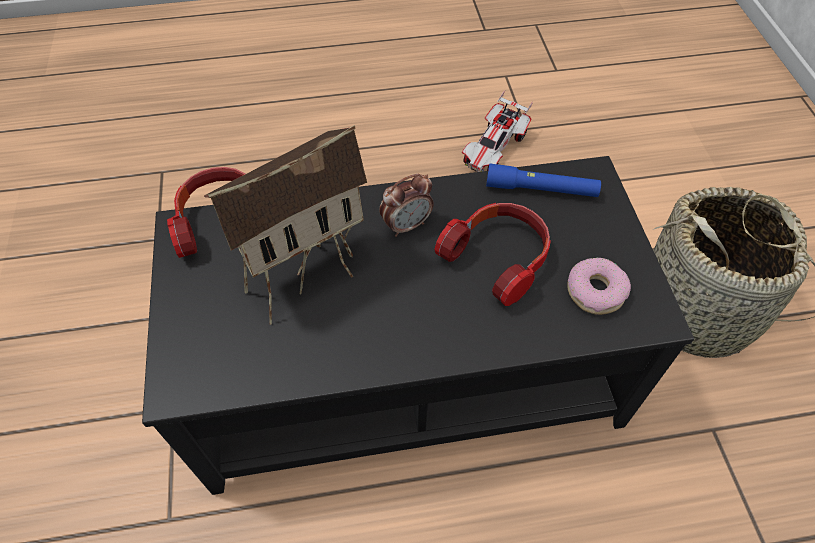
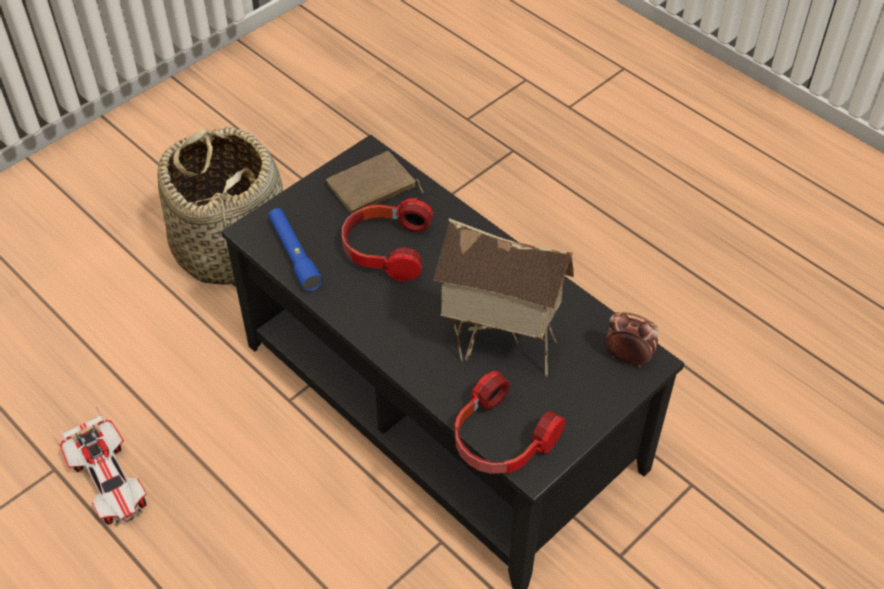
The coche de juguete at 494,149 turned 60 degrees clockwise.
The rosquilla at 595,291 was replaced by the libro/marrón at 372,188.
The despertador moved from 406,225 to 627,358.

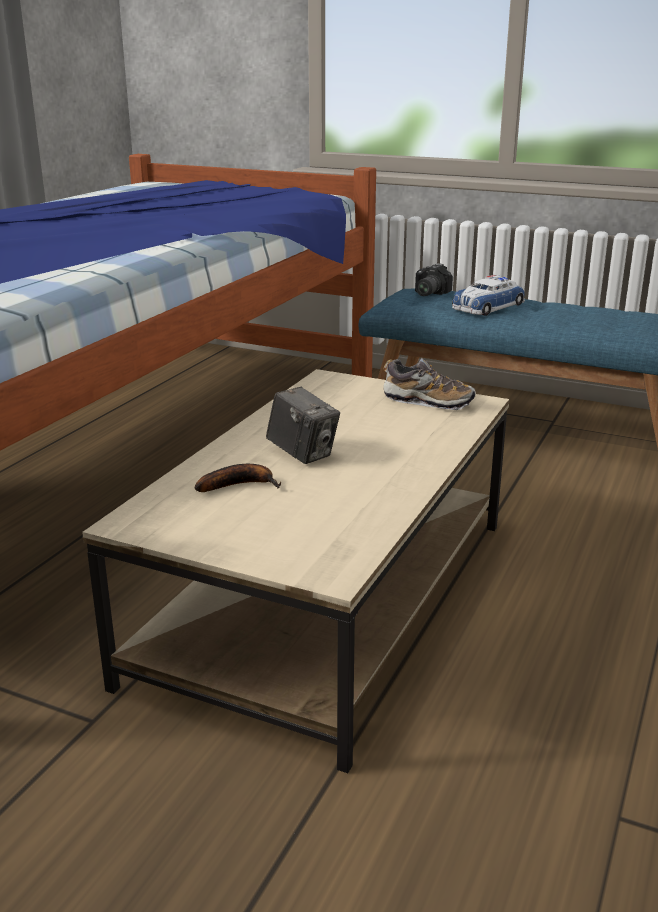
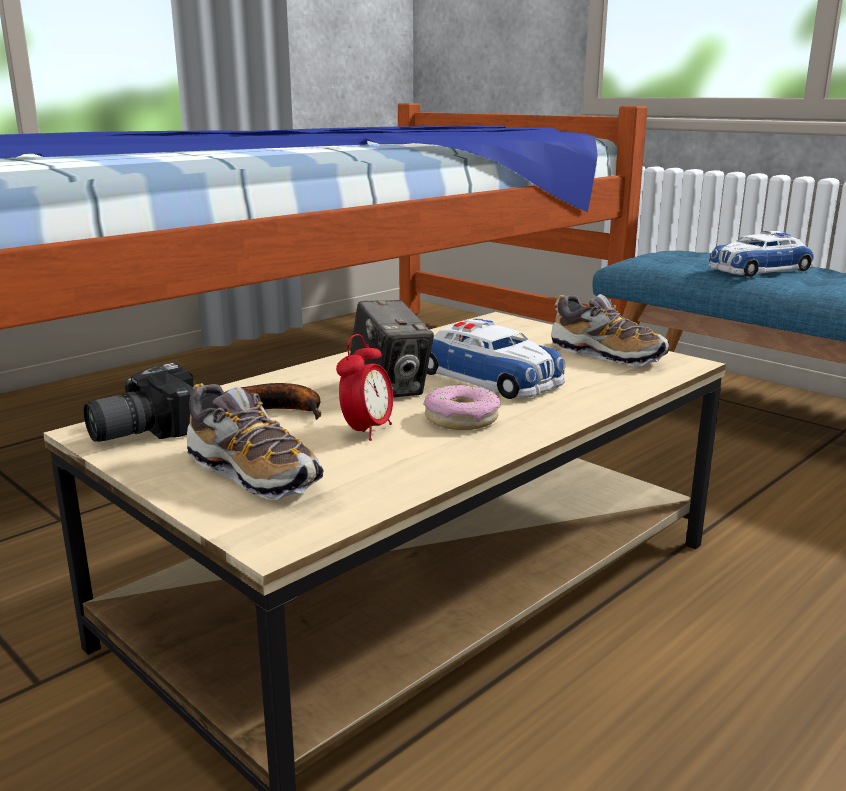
The cámara moved from 427,293 to 140,431.
The zapato at 253,474 appeared.
The despertador at 367,431 appeared.
The rosquilla at 461,419 appeared.
The coche de juguete at 489,377 appeared.

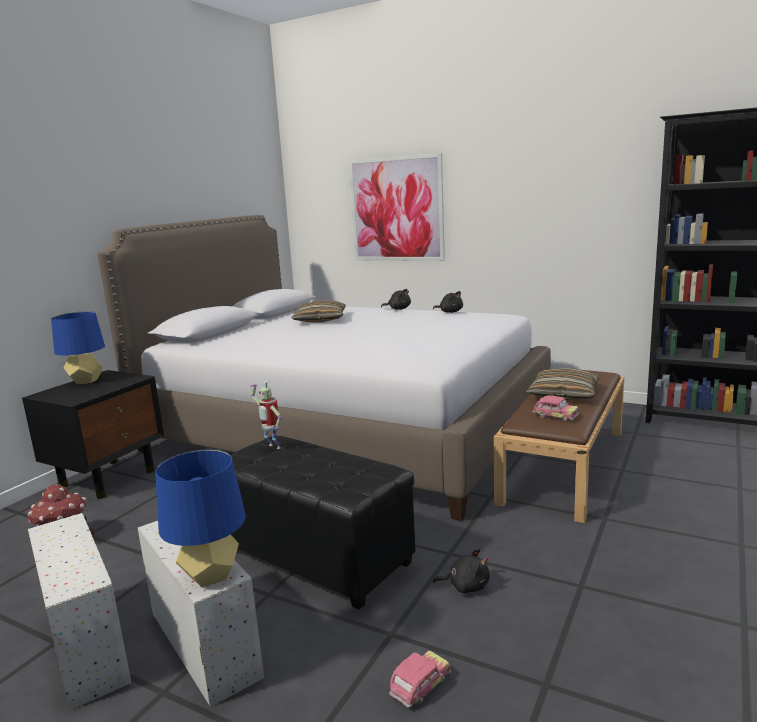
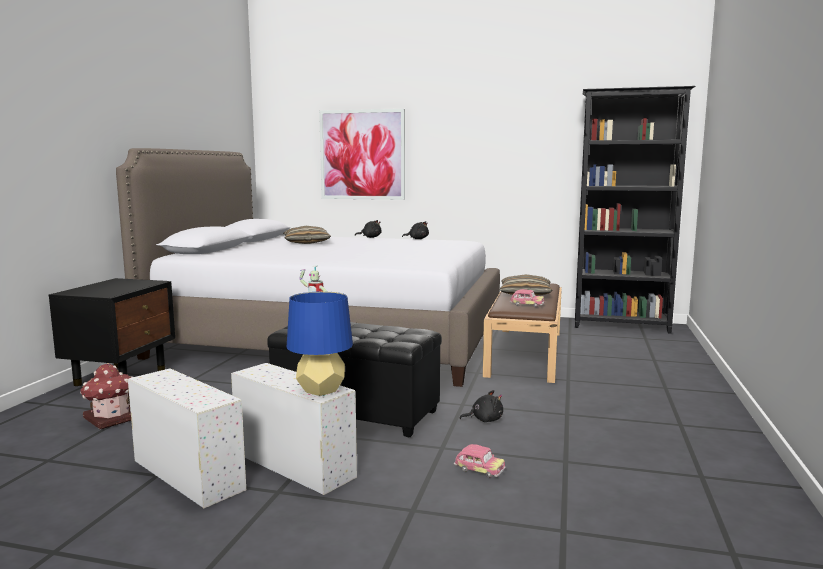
The coche de juguete at 420,686 turned 90 degrees clockwise.
The lámpara de mesa/azul at 86,381 disappeared.

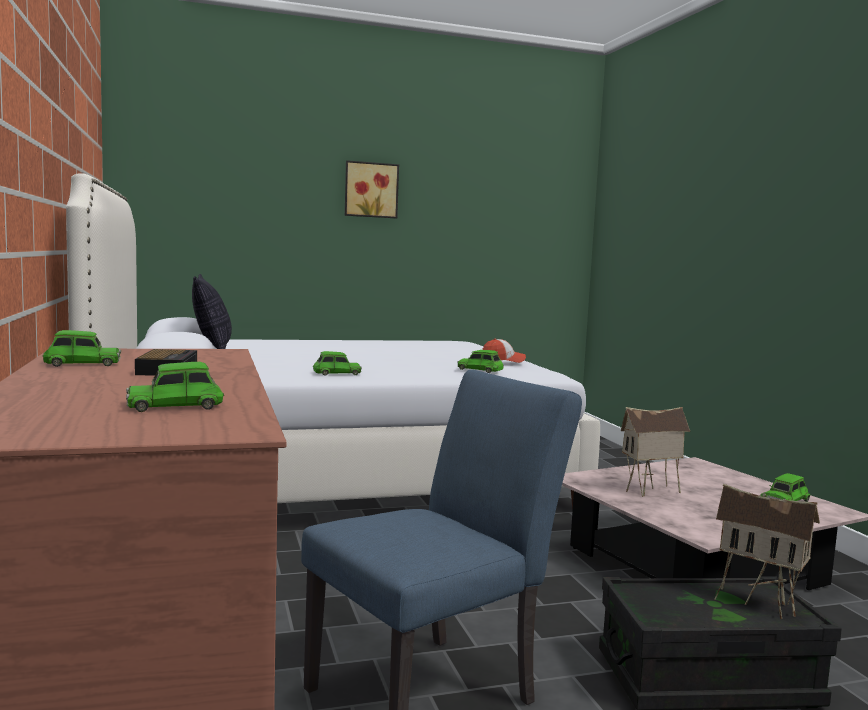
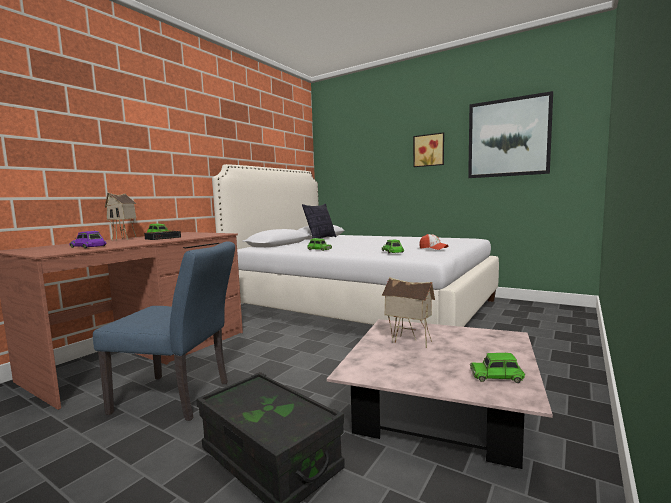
The coche de juguete/verde at 175,405 became the coche de juguete/morado at 88,246.
The casita moved from 758,603 to 125,239.
The cuadro at 508,138 appeared.

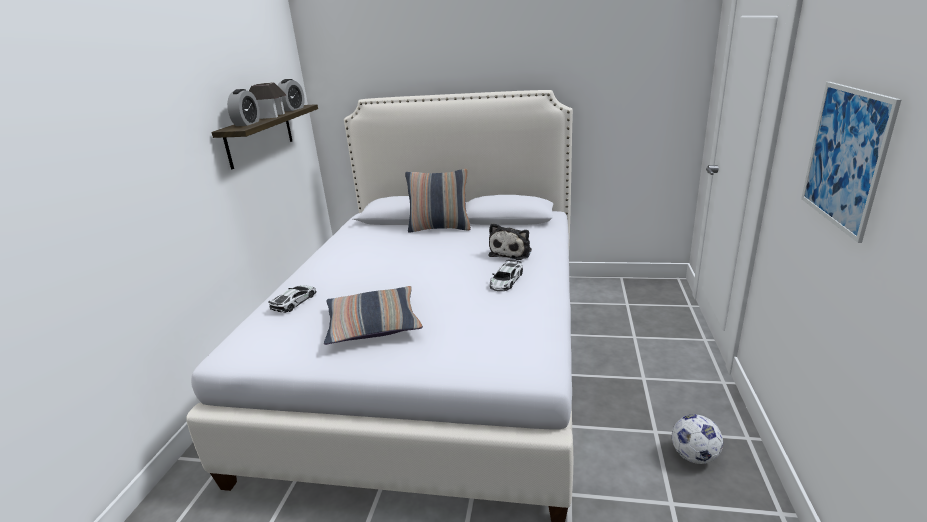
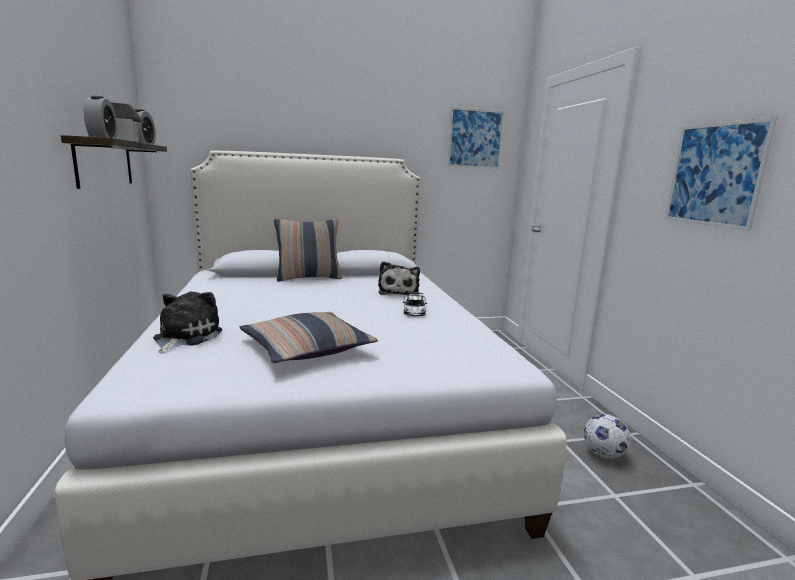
The coche de juguete at 294,301 was replaced by the peluche at 185,337.
The cuadro at 475,138 appeared.

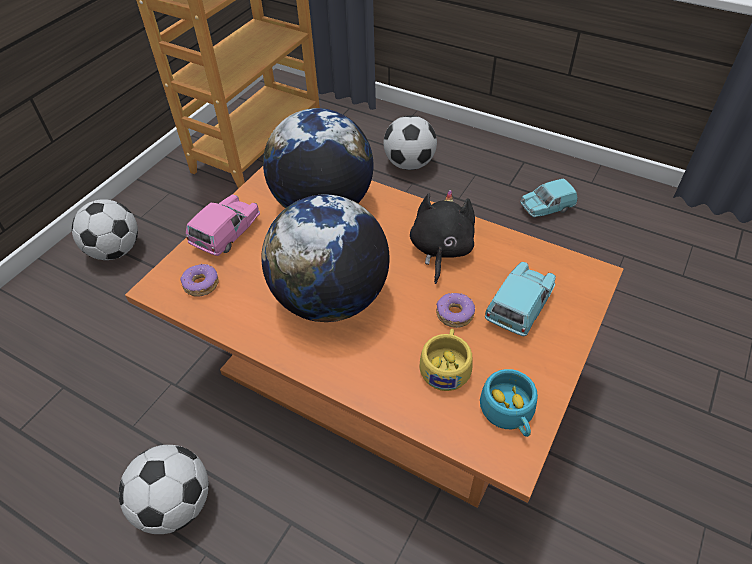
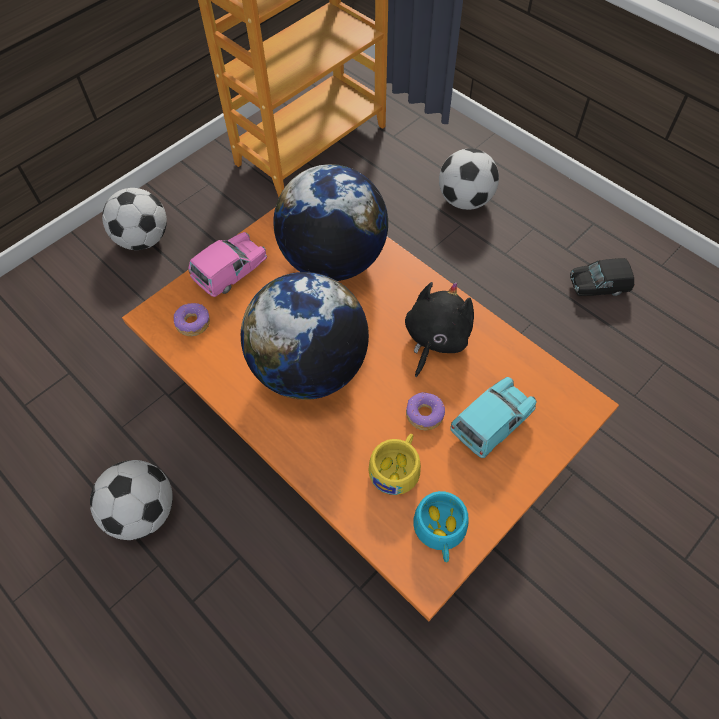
The coche de juguete/turquesa at 546,208 became the coche de juguete/negro at 598,286.

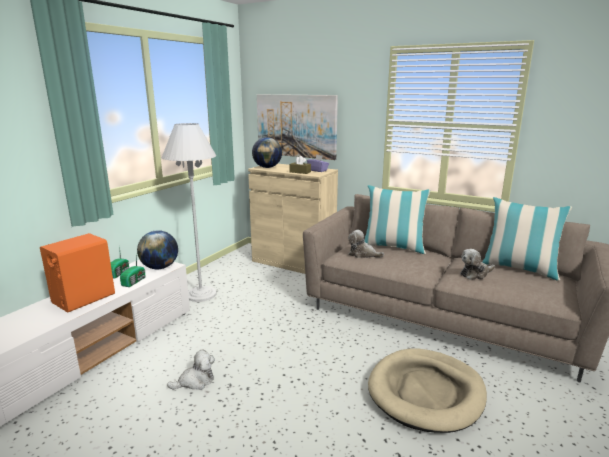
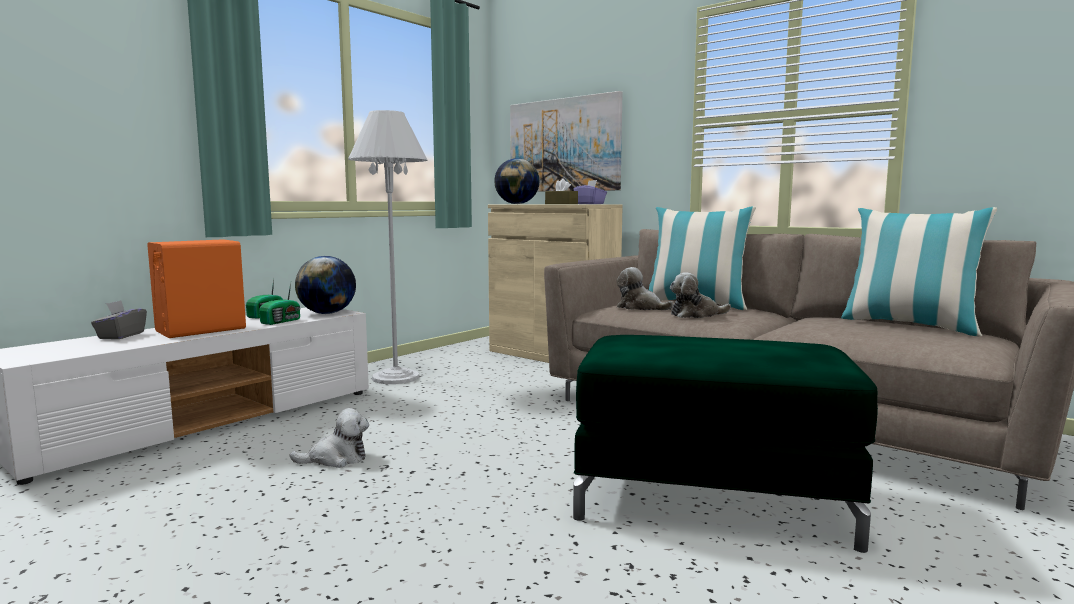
The caja de pañuelos/gris at 121,336 appeared.
The cama para perro/beis at 426,392 was replaced by the puf/verde at 713,499.
The peluche moved from 475,274 to 696,315.

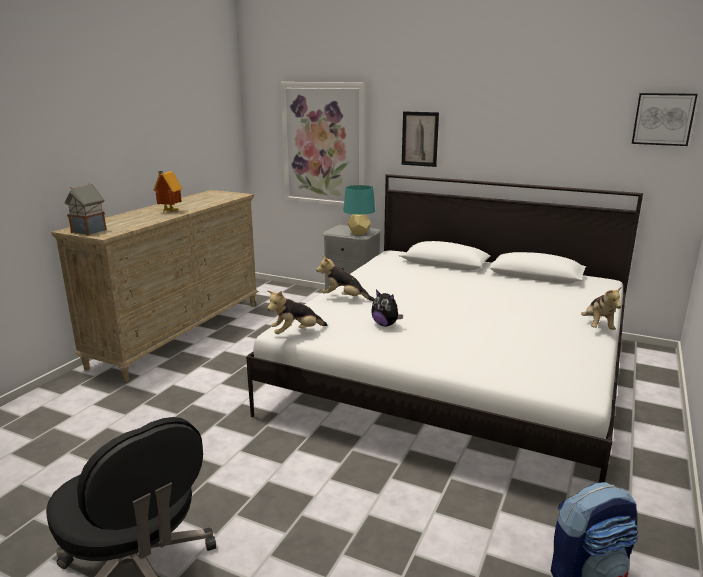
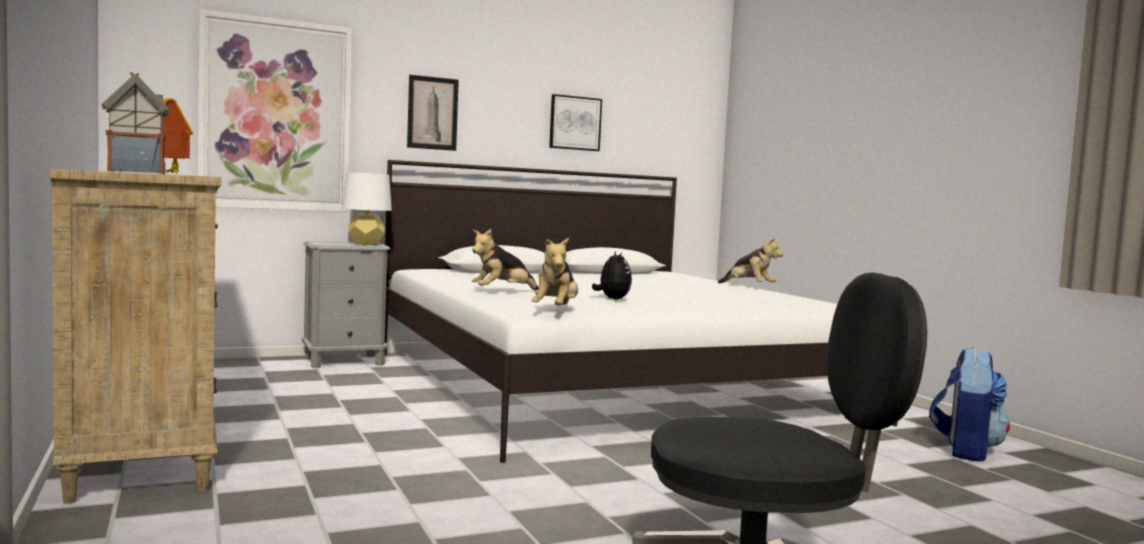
The lámpara de mesa/turquesa at 359,233 became the lámpara de mesa/blanco at 366,244.
The cuadro moved from 663,119 to 575,123.
The peluche at 385,324 turned 90 degrees counterclockwise.

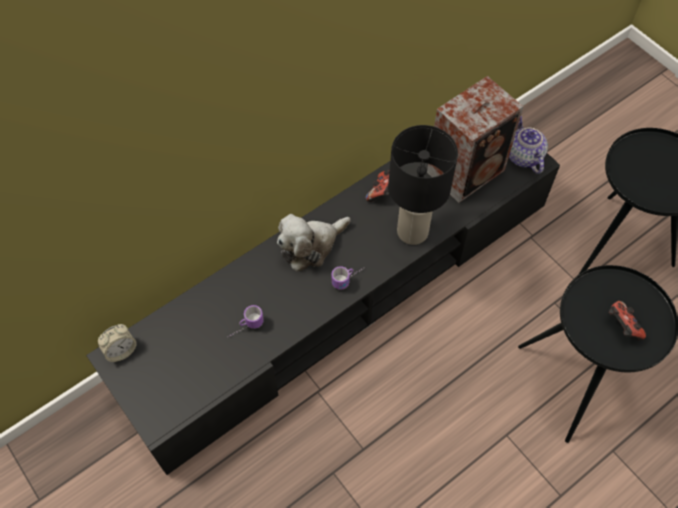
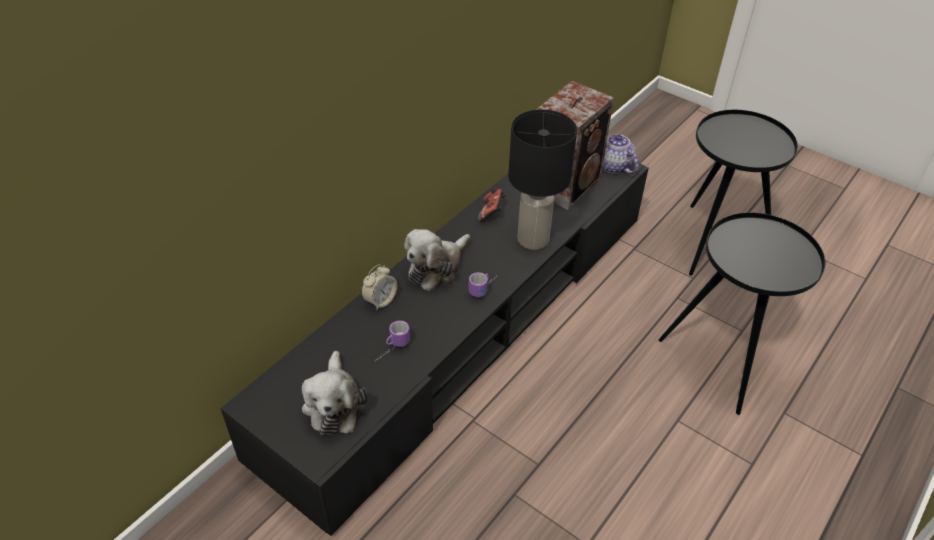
The peluche at 334,404 appeared.
The despertador moved from 121,350 to 380,301.
The mando de consola at 621,326 disappeared.

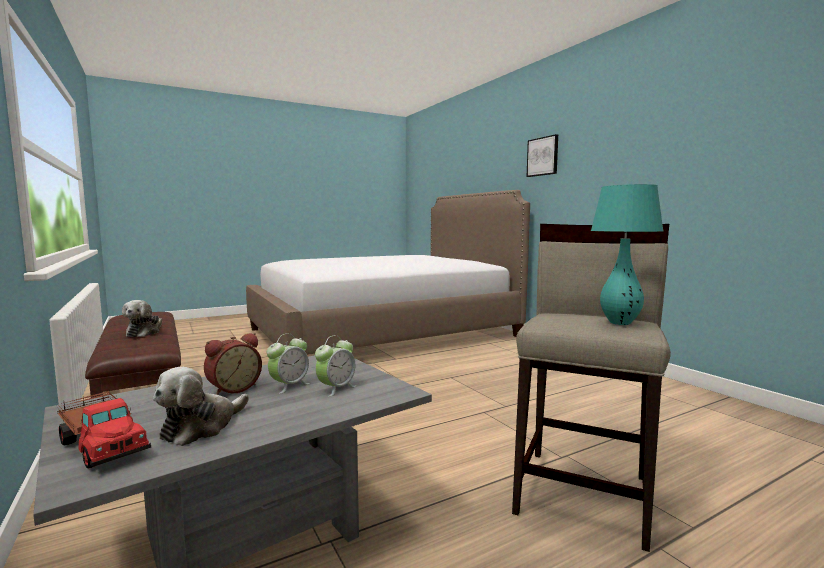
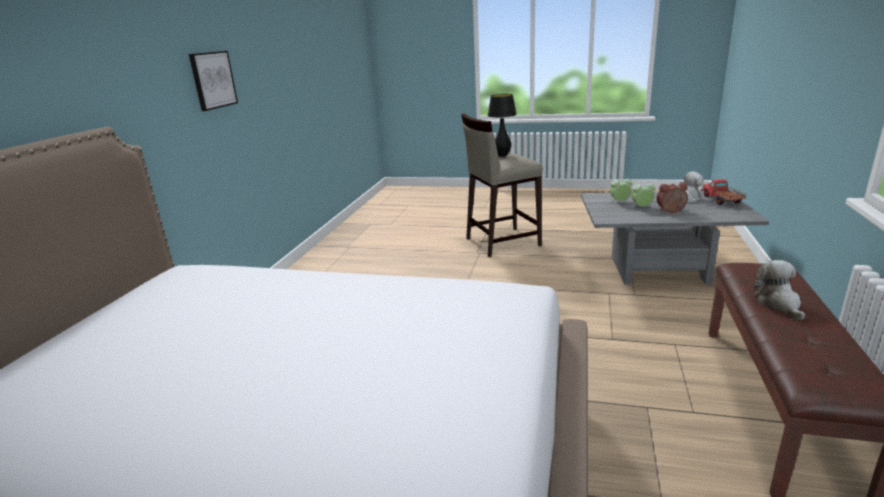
The cuadro moved from 543,156 to 212,80.
The lámpara de mesa/turquesa at 620,323 became the lámpara de mesa/negro at 502,155.
The peluche at 144,332 turned 45 degrees counterclockwise.

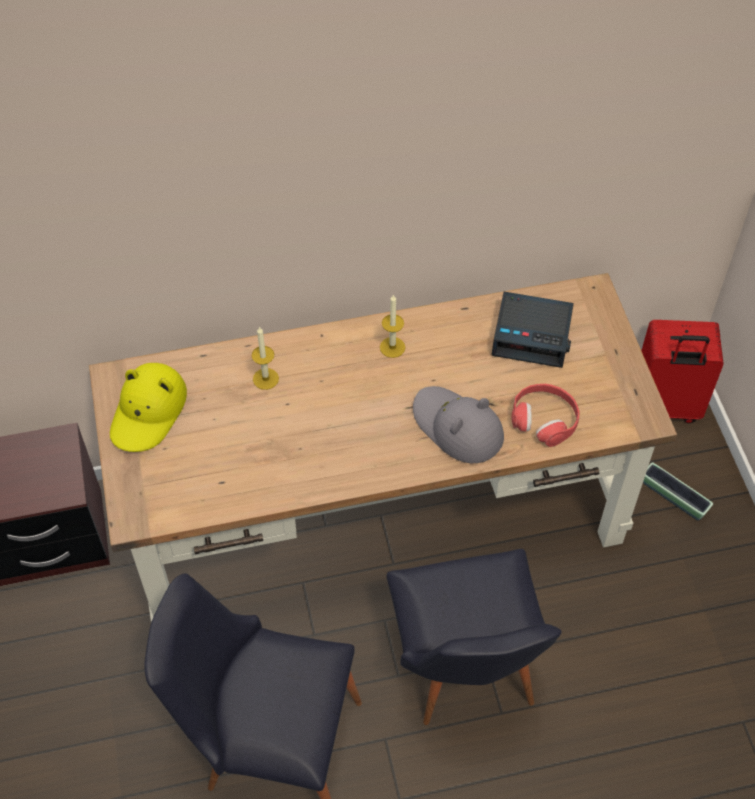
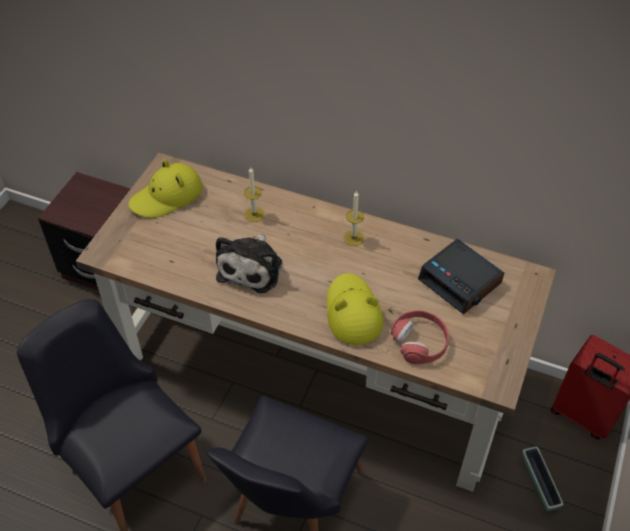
The peluche at 252,267 appeared.
The sombrero/gris at 457,427 became the sombrero/amarillo at 352,312.

